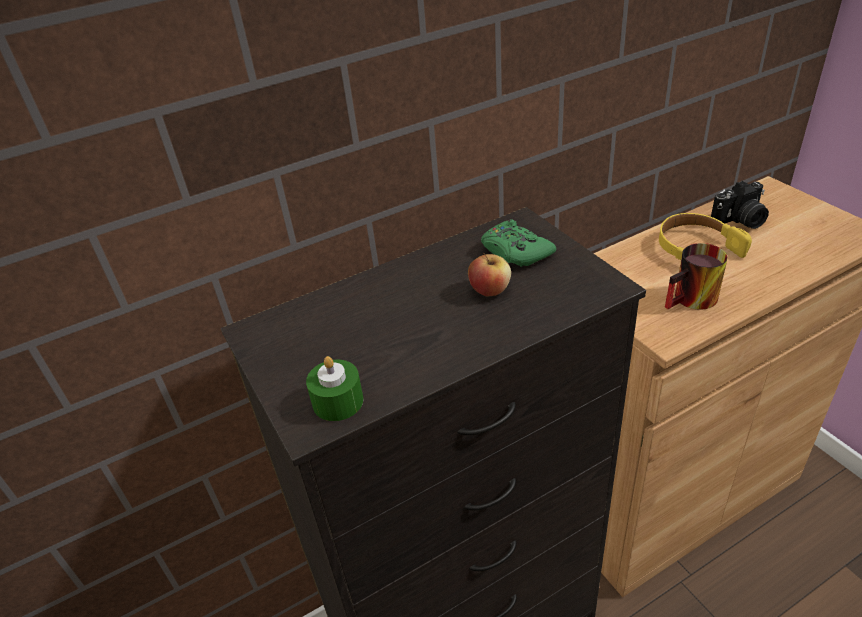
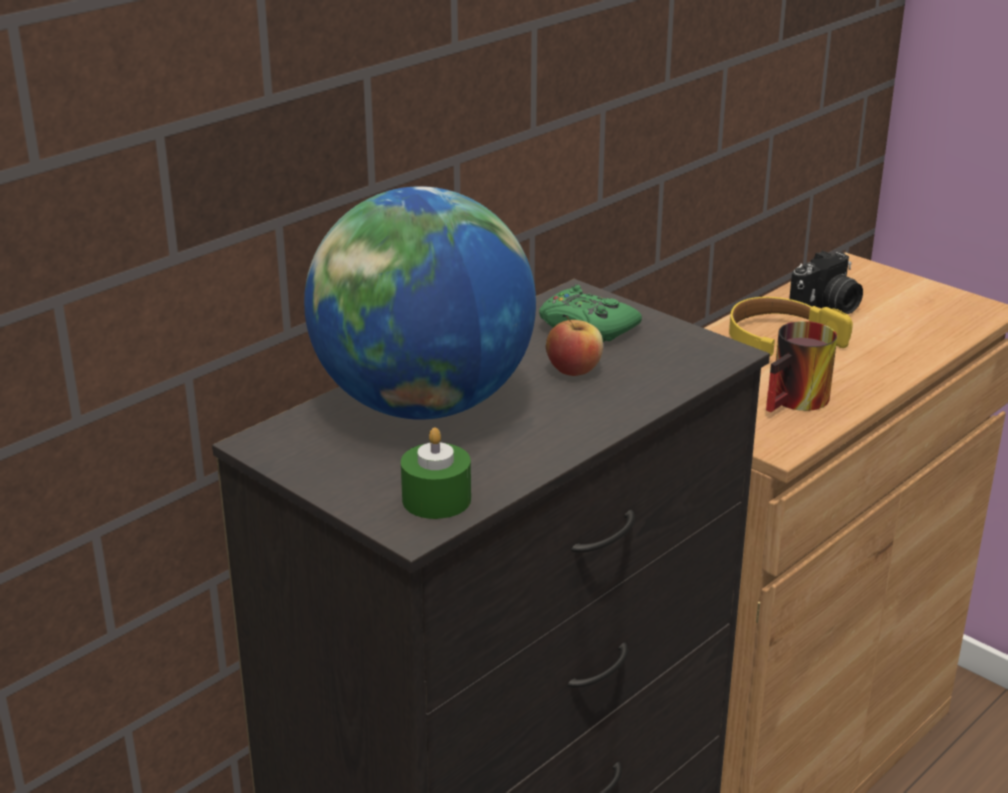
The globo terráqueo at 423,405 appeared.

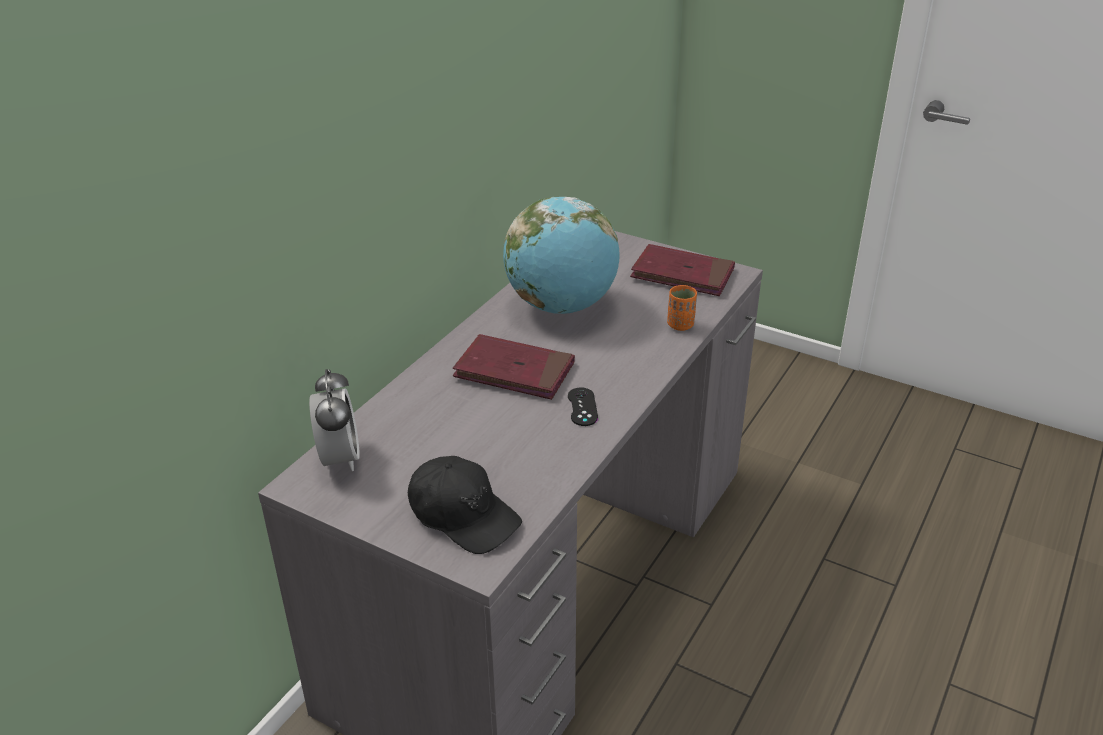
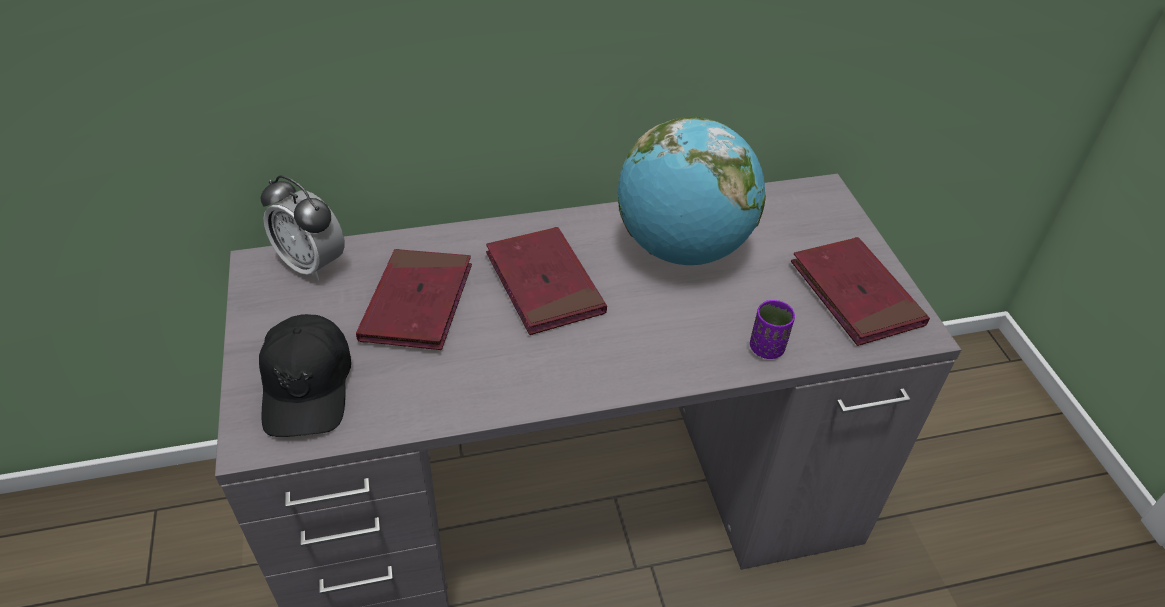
The despertador at 339,458 turned 90 degrees clockwise.
The libro/rojo at 417,303 appeared.
The taza/naranja at 680,325 became the taza/morado at 767,348.
The mando de consola/negro at 582,407 disappeared.

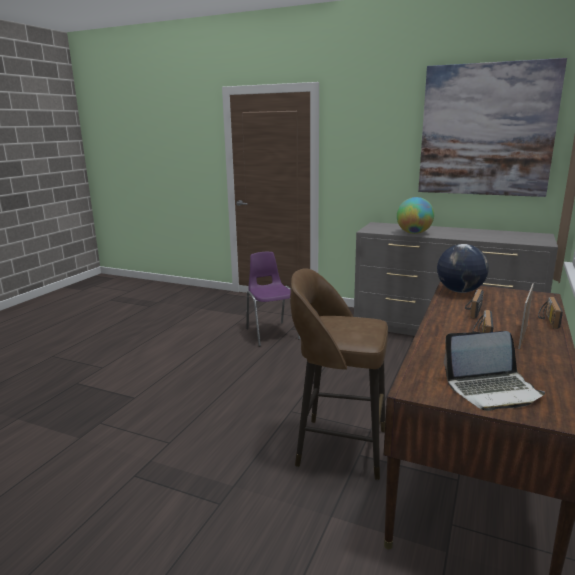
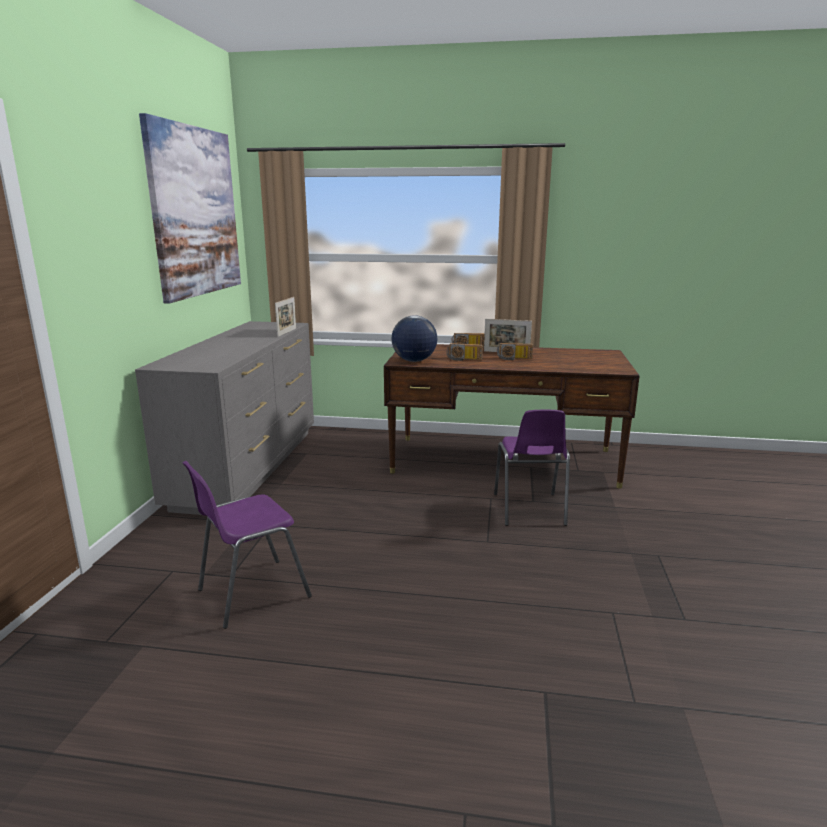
The portarretratos at 287,332 appeared.
The taburete/marrón at 338,447 was replaced by the silla/morado at 529,510.
The globo terráqueo at 414,233 disappeared.
The portátil at 492,390 disappeared.

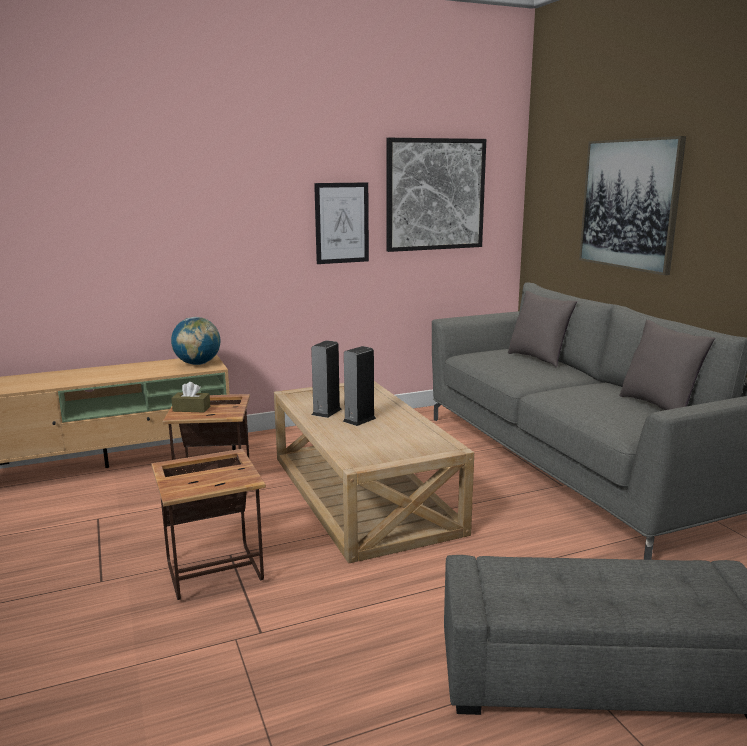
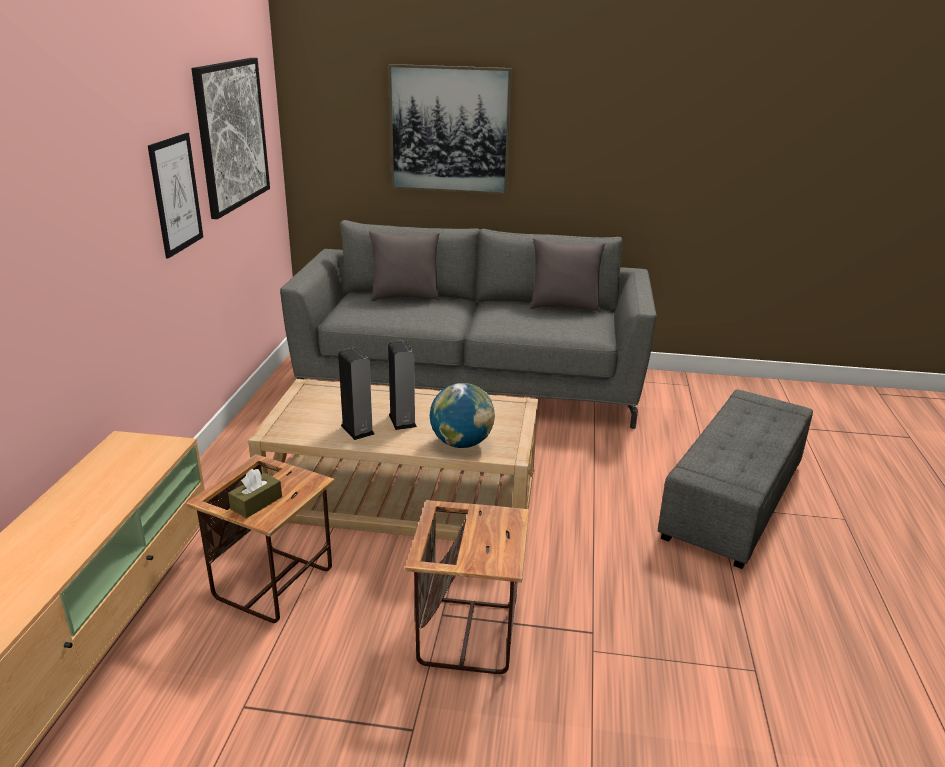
The globo terráqueo moved from 197,364 to 461,443.

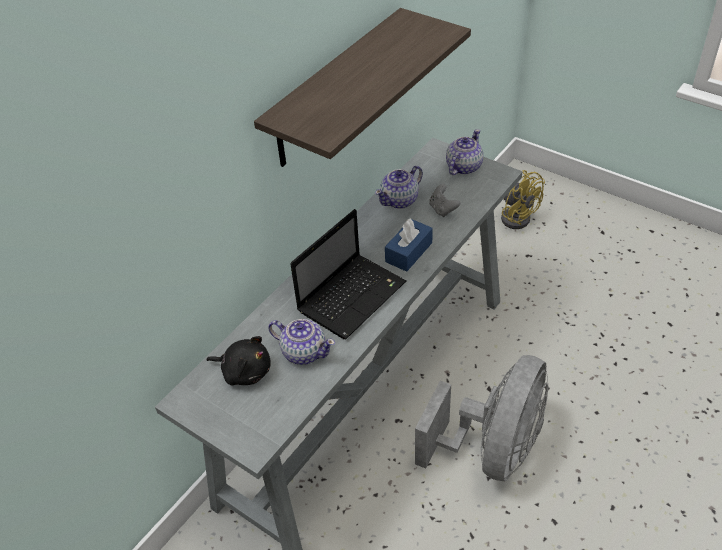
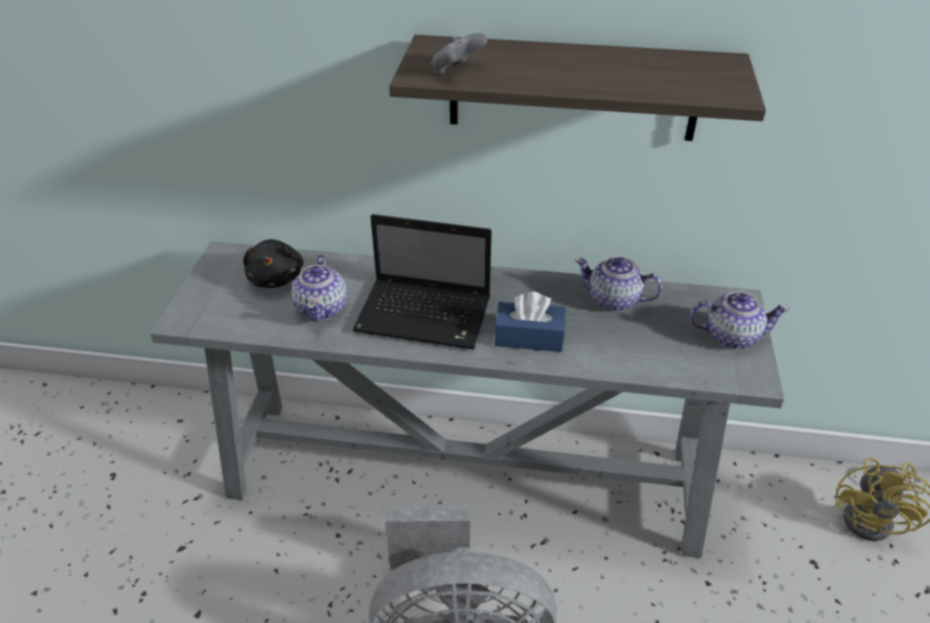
The mando de consola/gris moved from 442,209 to 456,71.

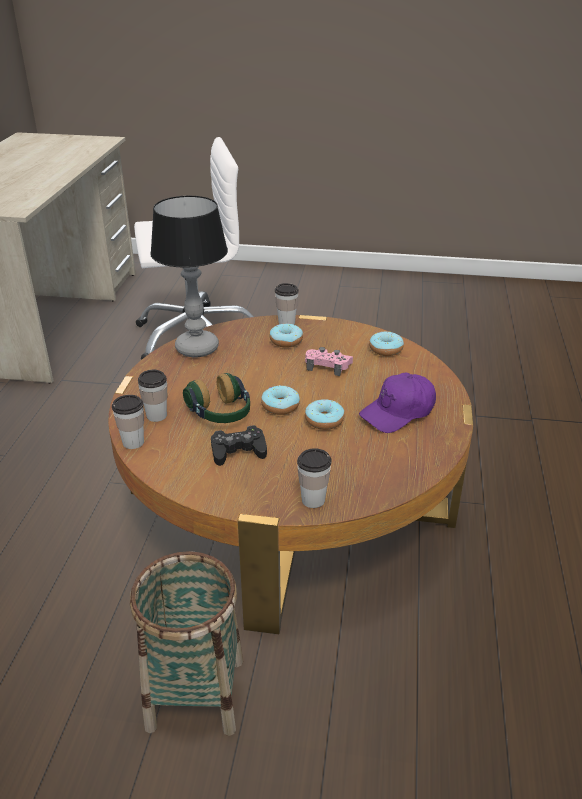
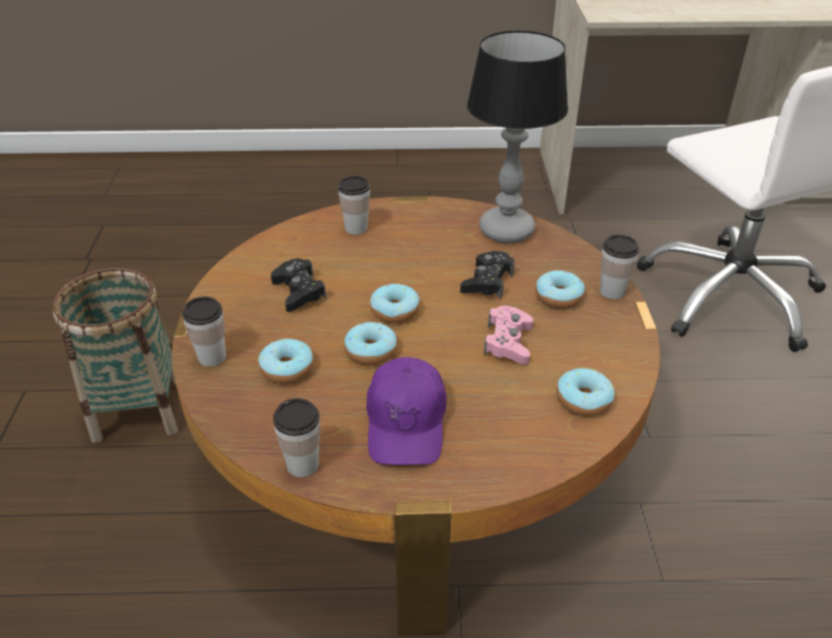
The rosquilla at 287,369 appeared.
The taza moved from 133,442 to 302,464.
The gorra/morado at 398,412 turned 135 degrees counterclockwise.
The mando de consola/negro at 487,281 appeared.
The auriculares at 221,414 disappeared.

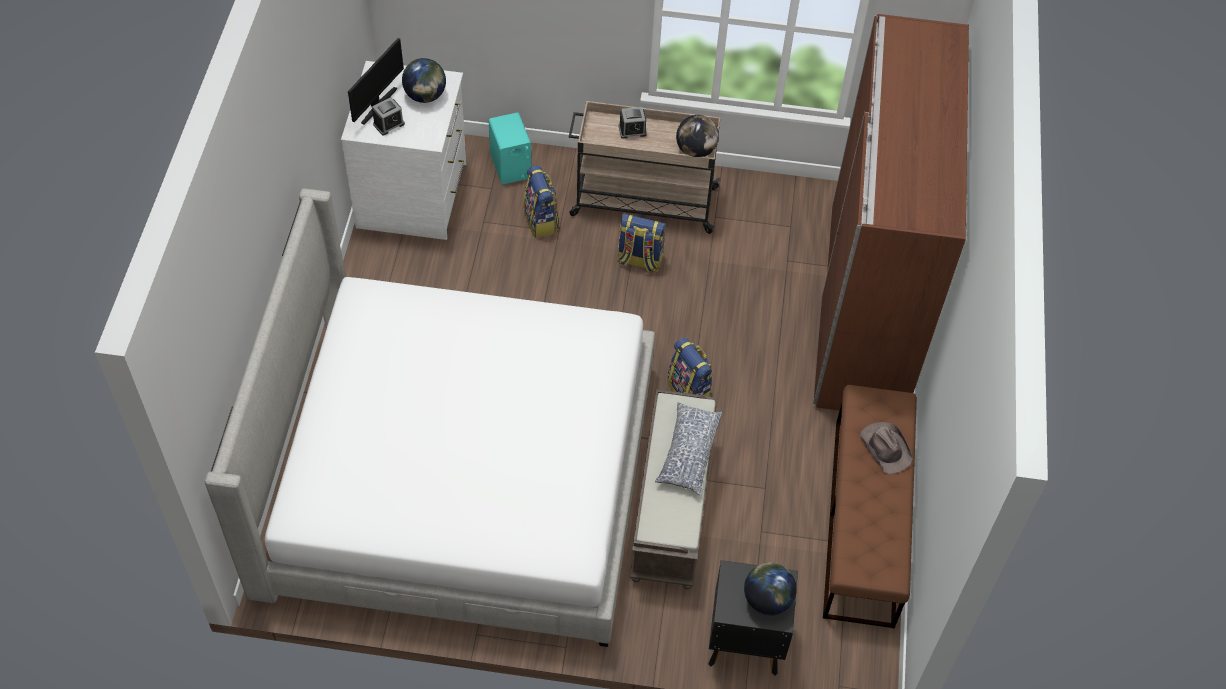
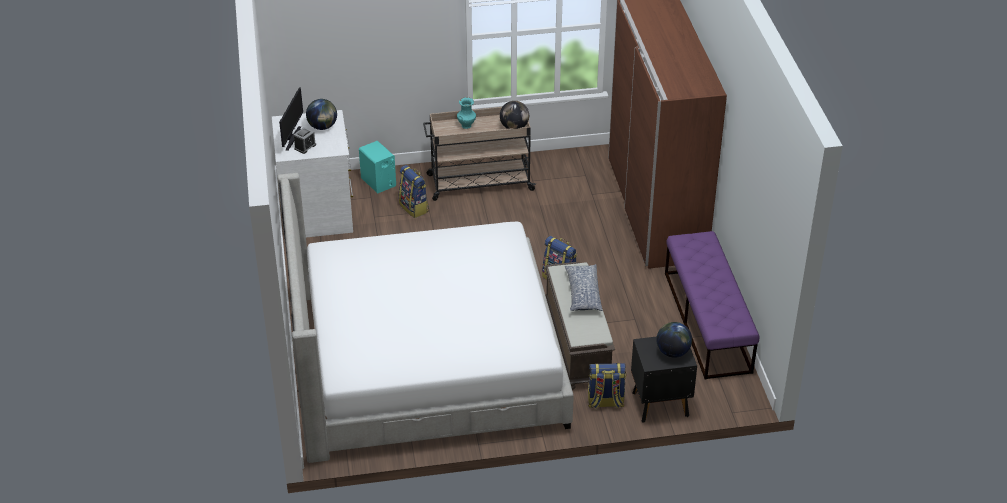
The despertador at 632,130 was replaced by the florero/turquesa at 466,125.
The mochila moved from 639,260 to 605,402.
The banco/marrón at 864,521 became the banco/morado at 707,322.
The sombrero/marrón at 885,447 disappeared.

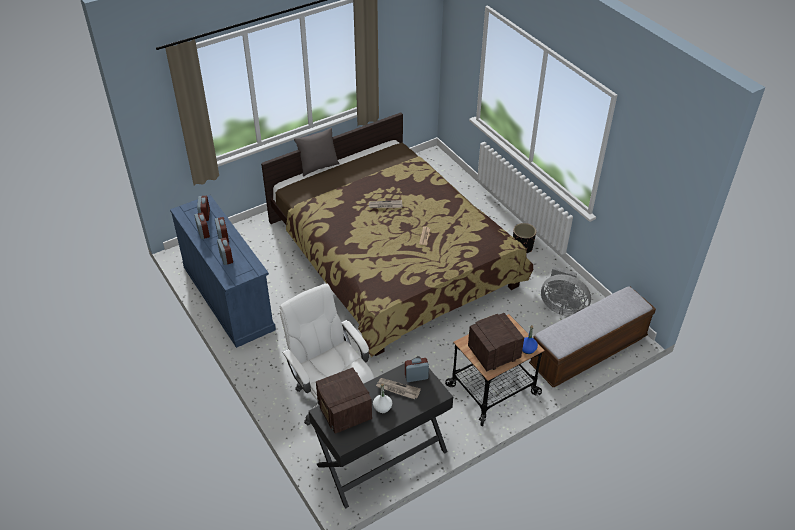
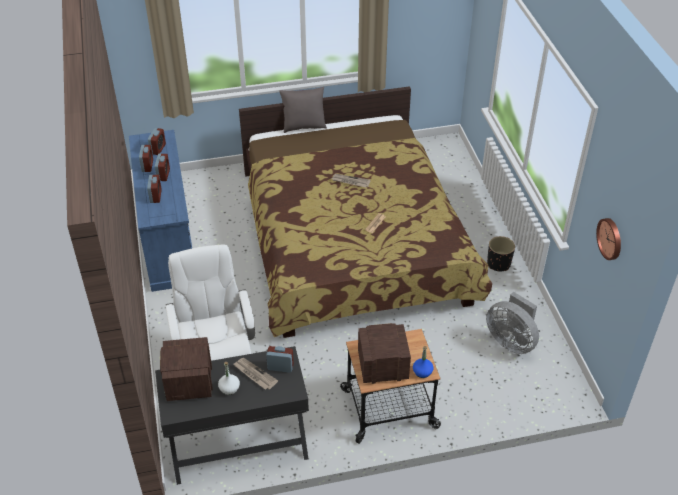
The reloj de pared at 610,238 appeared.
The banco at 588,352 disappeared.

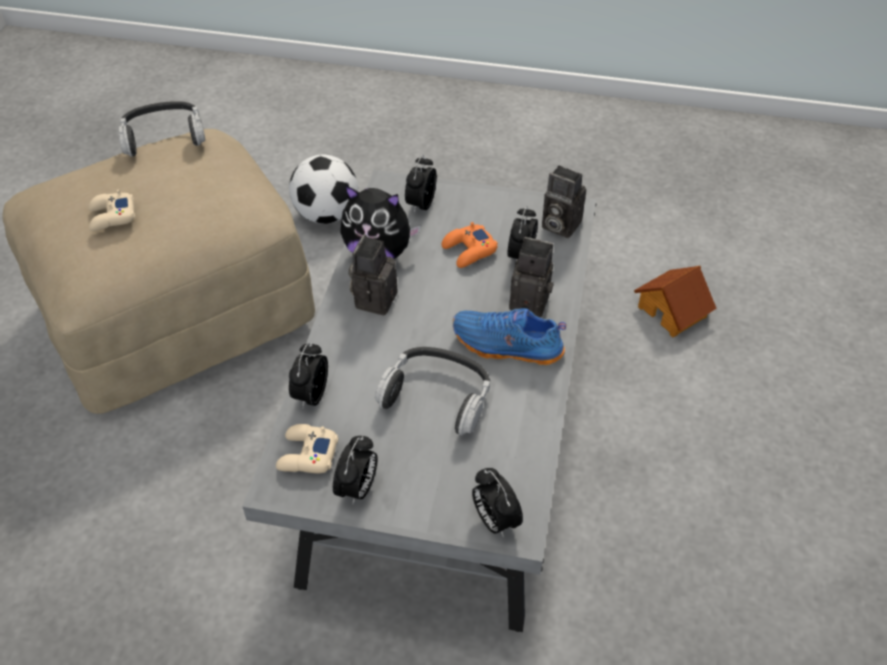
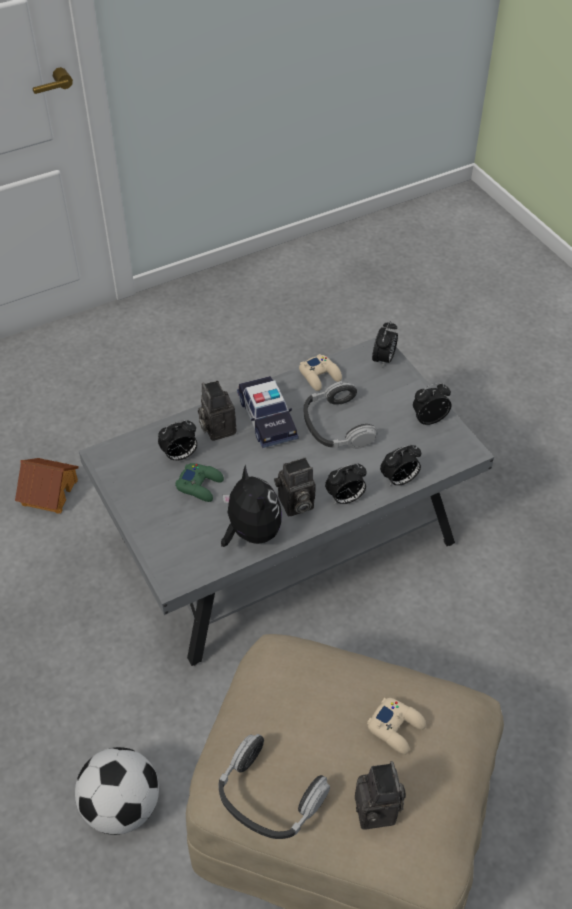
The mando de consola/naranja at 469,250 became the mando de consola/verde at 200,485.
The zapato/azul at 506,346 was replaced by the coche de juguete at 267,418.
The mando de consola/beis moved from 307,455 to 320,376.
The despertador moved from 421,204 to 345,499.
The cámara moved from 558,225 to 378,812.

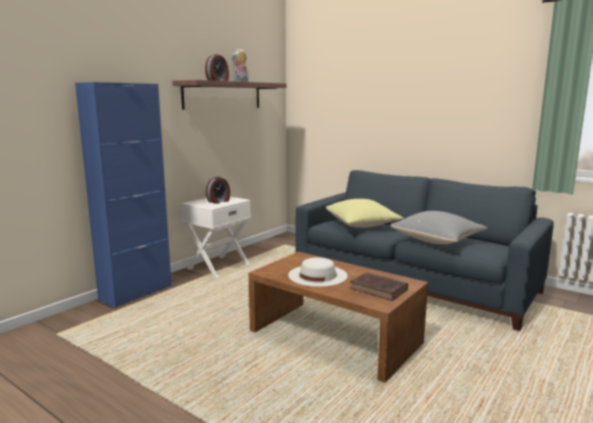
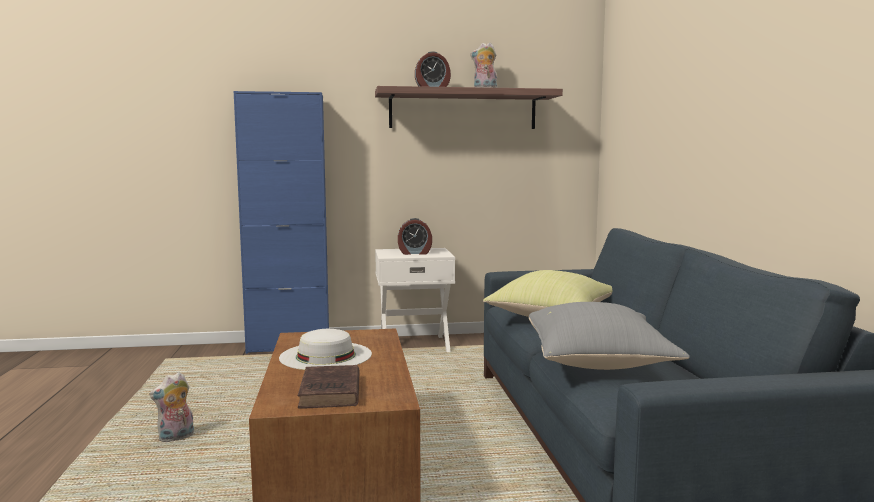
The peluche at 176,438 appeared.

